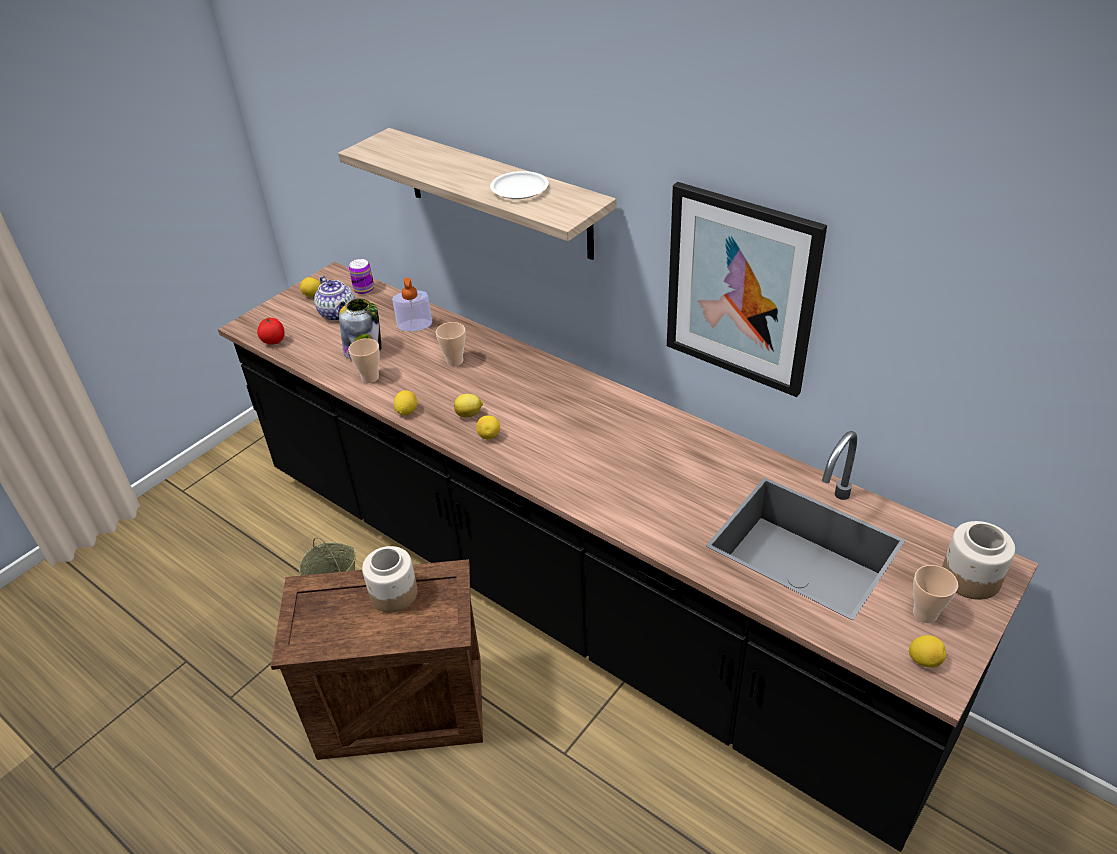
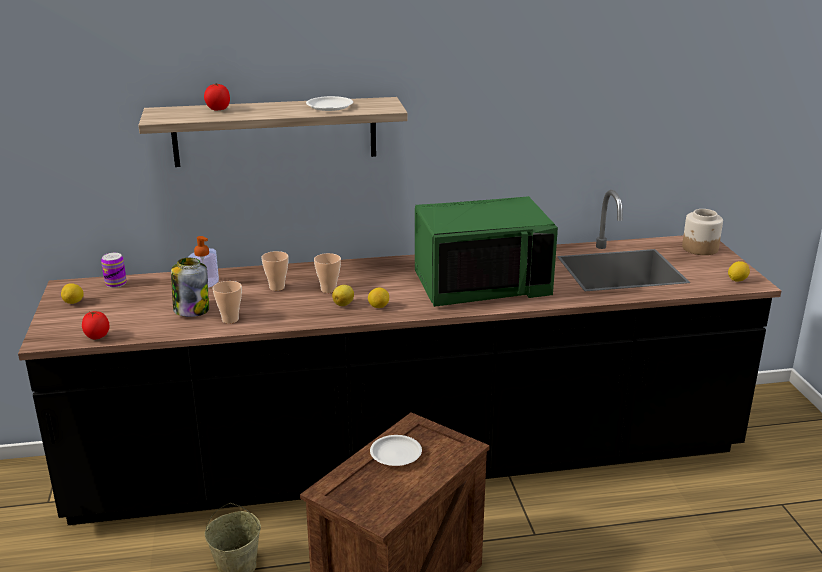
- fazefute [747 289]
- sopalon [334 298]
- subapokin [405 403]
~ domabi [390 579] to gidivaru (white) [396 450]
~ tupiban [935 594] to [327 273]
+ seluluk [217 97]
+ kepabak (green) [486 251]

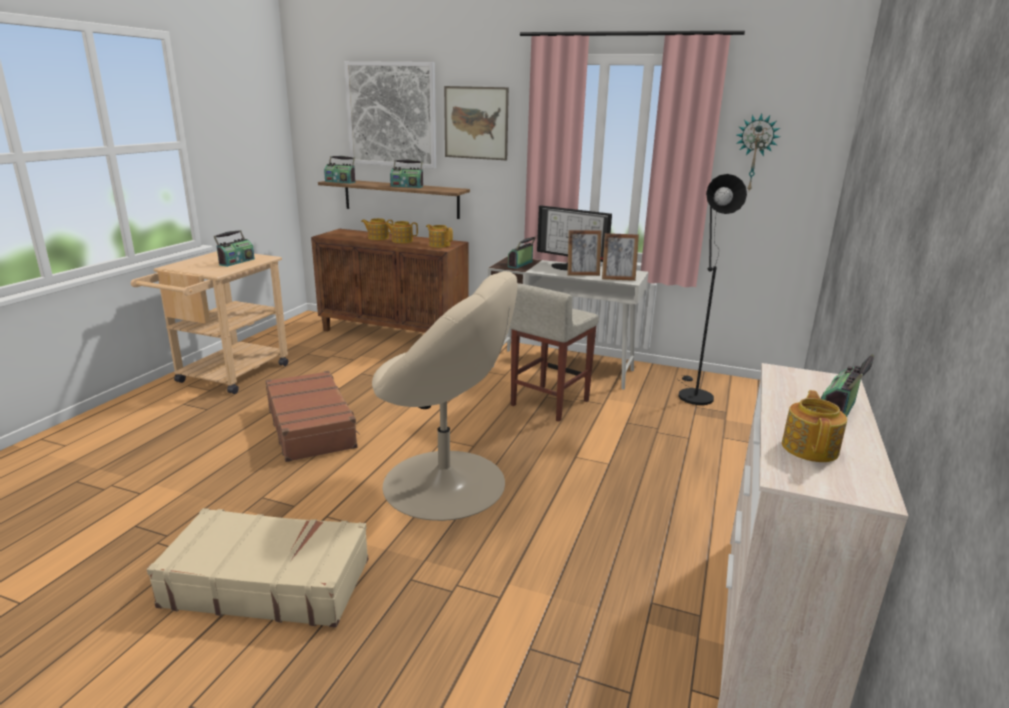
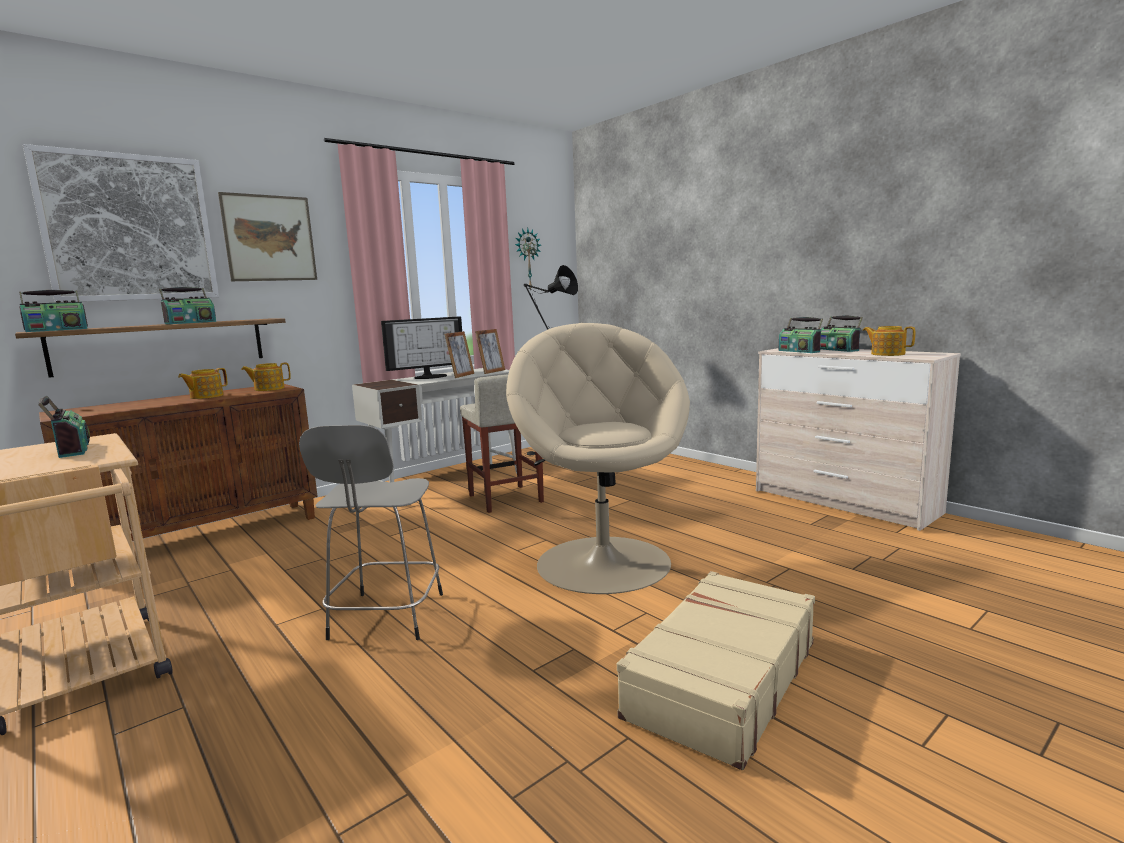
- sopalon [377 229]
~ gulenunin [522 253] to [801 335]
~ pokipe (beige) [444 396] = [598 458] 60 degrees counterclockwise
~ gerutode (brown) [313 416] to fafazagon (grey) [371 532]

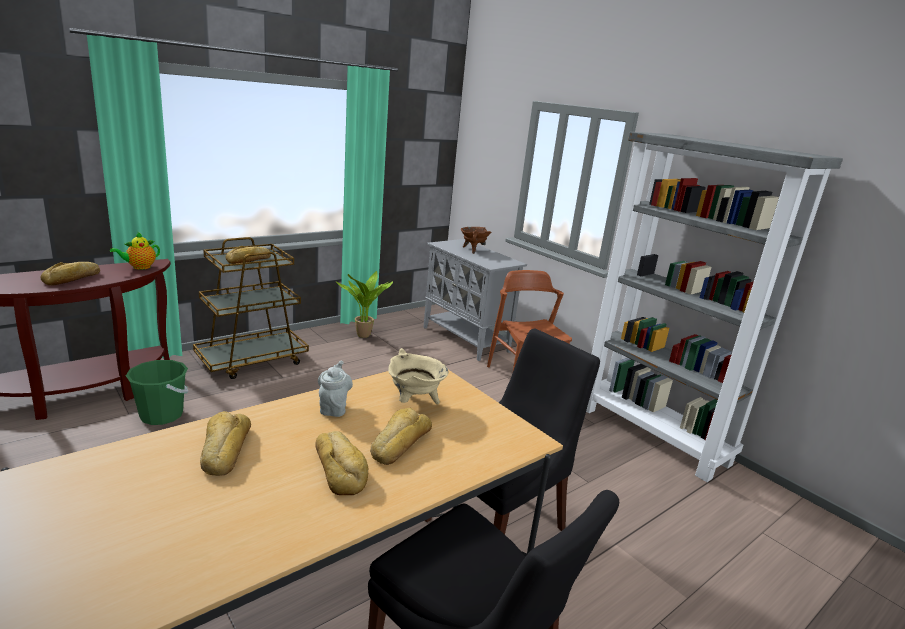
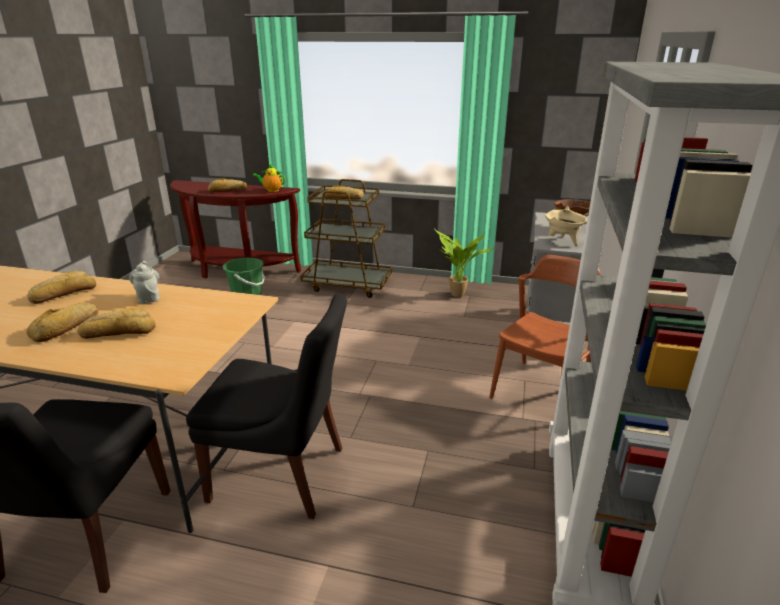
~ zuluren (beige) [418 376] to [566 226]
~ sopalon (grey) [335 389] = [144 282] 75 degrees counterclockwise

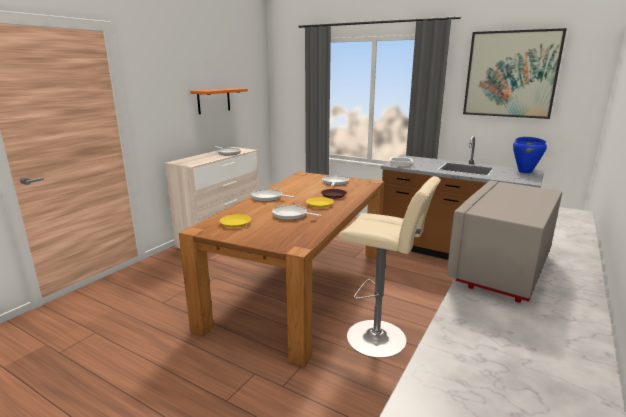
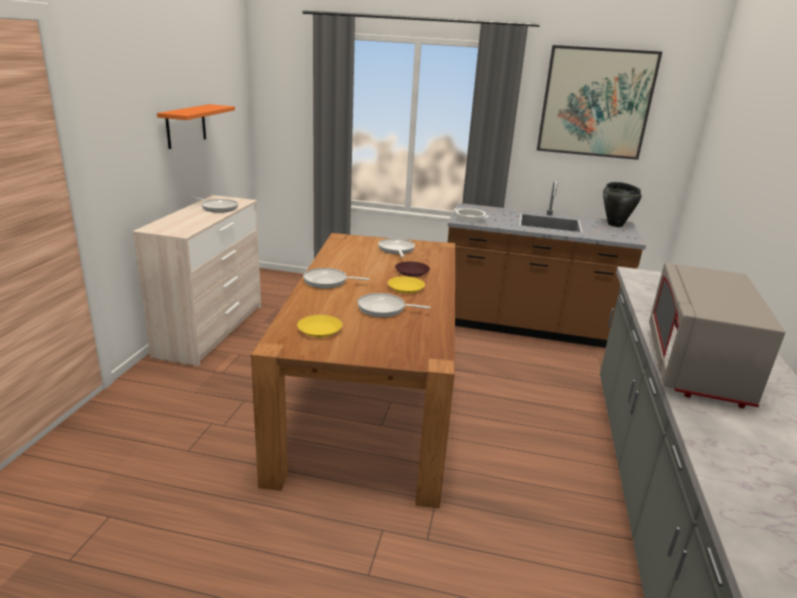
~ zuluren (blue) [530 155] to zuluren (black) [622 204]
- fafazagon (beige) [389 267]

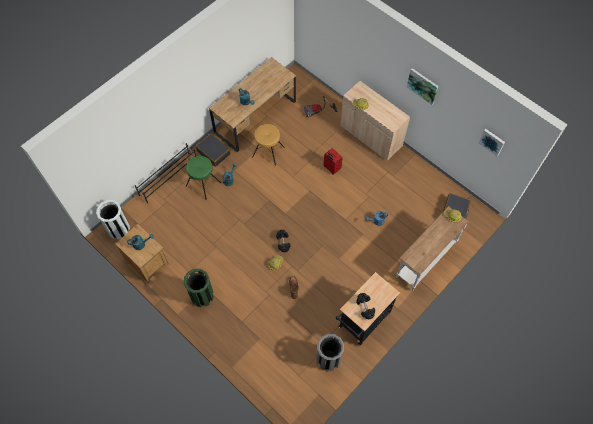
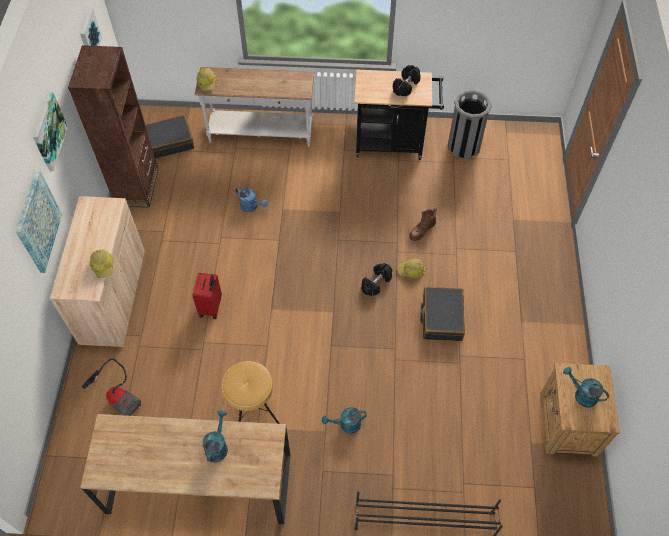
~ gerutode (black) [213 150] to [442 314]
- fafazagon (green) [203 177]
- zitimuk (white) [113 220]
- zitimuk (green) [199 288]
+ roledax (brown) [113 126]
+ fazefute [39 221]

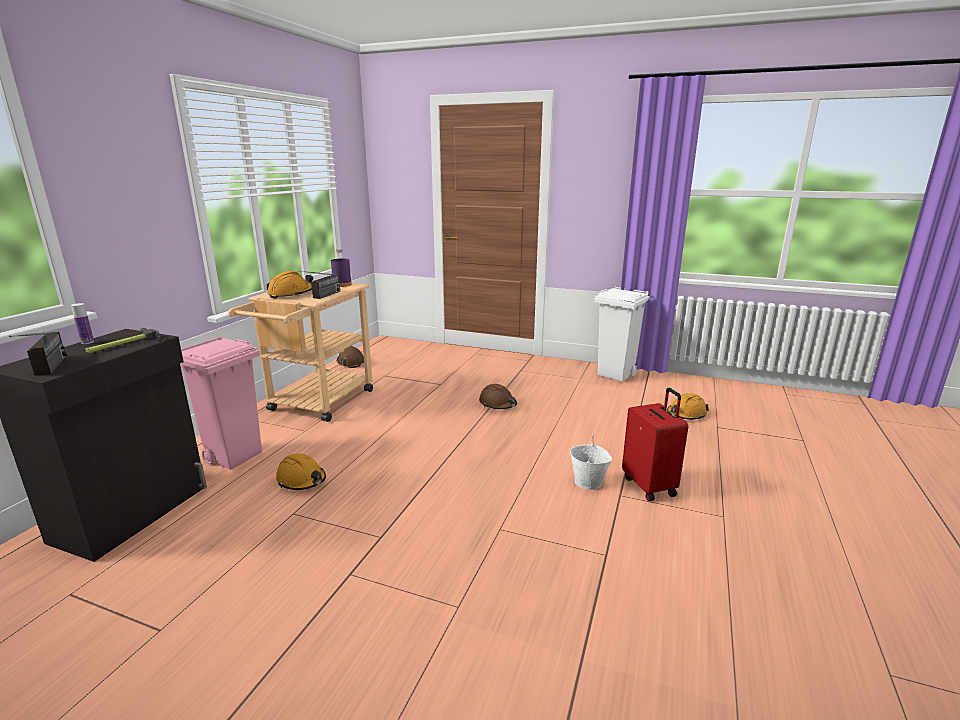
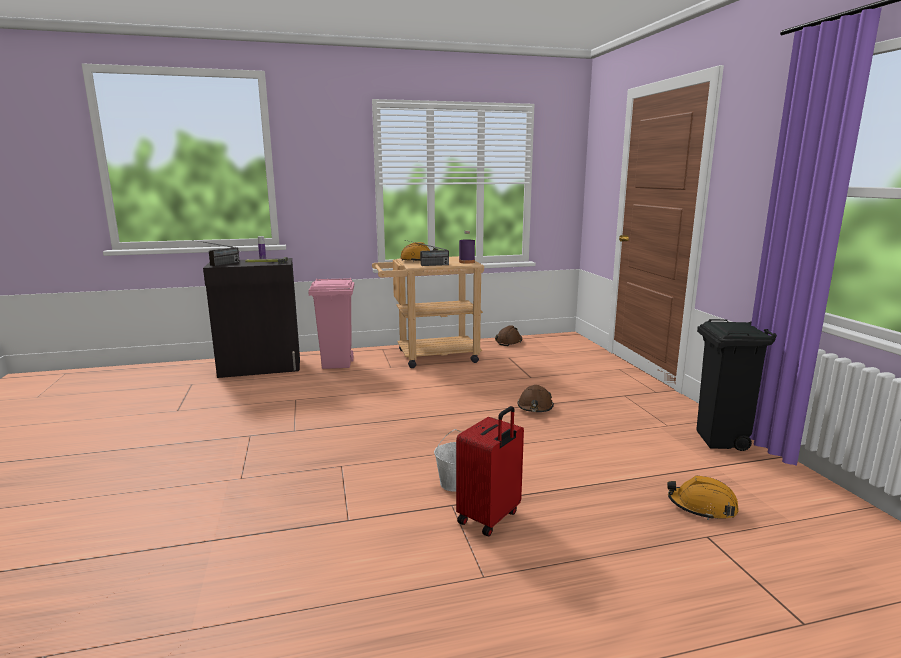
~ zitimuk (white) [622 334] to zitimuk (black) [736 385]
- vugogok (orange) [301 472]

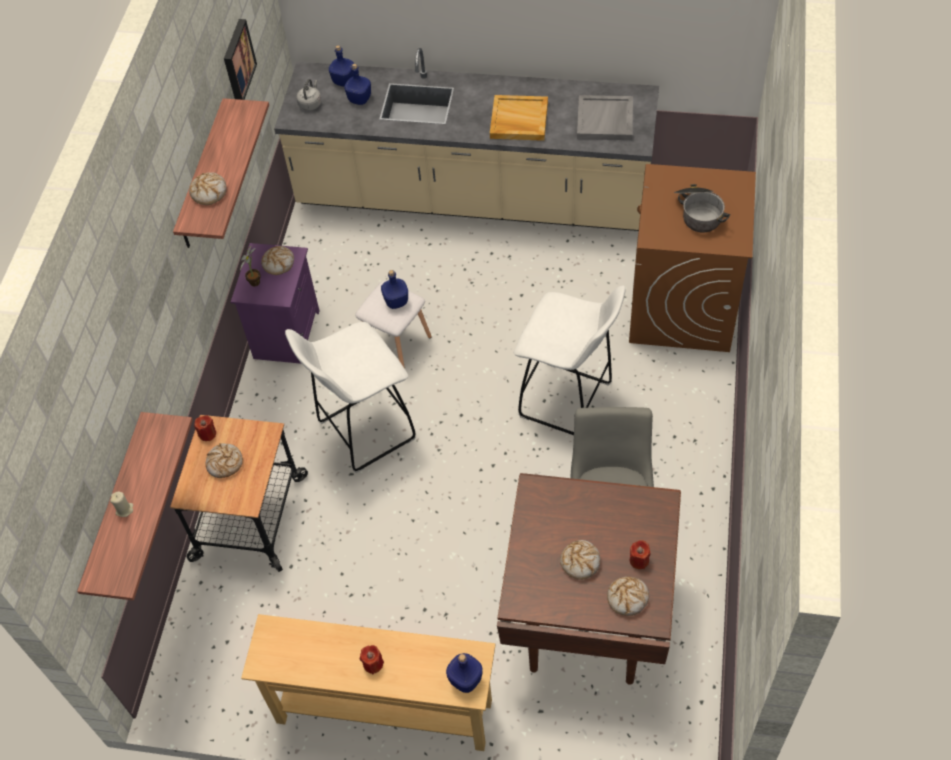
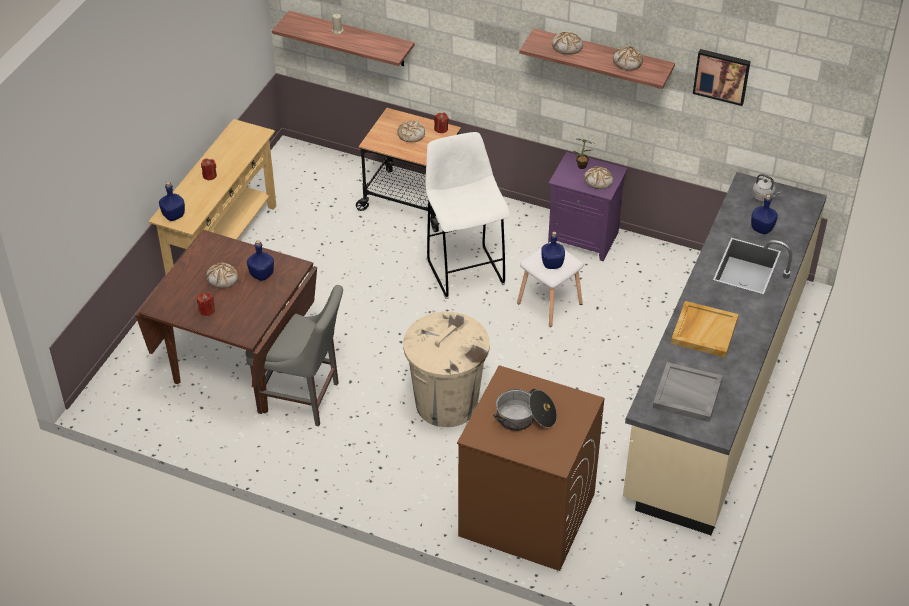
~ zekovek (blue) [341 66] to [260 260]
~ fafazagon (white) [570 360] to zitimuk (beige) [446 369]
~ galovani [628 596] to [628 58]

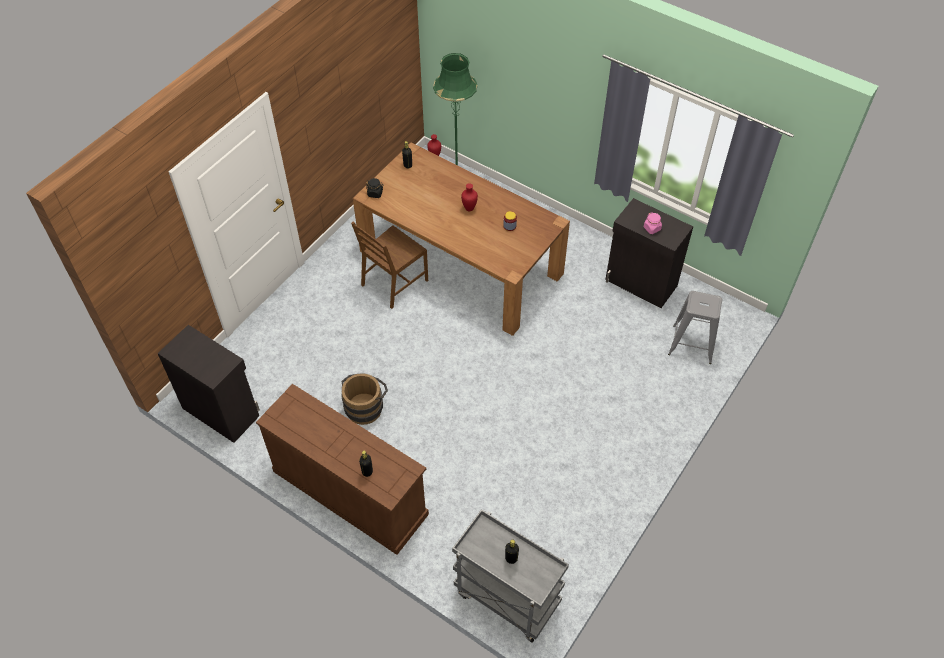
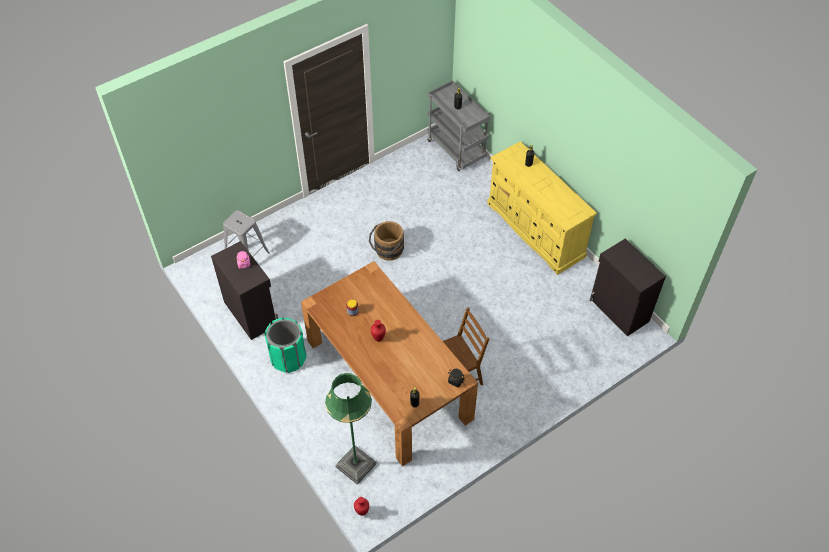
~ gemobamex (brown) [365 399] to [386 241]
~ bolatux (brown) [342 469] to bolatux (yellow) [542 208]
+ zitimuk (green) [285 345]

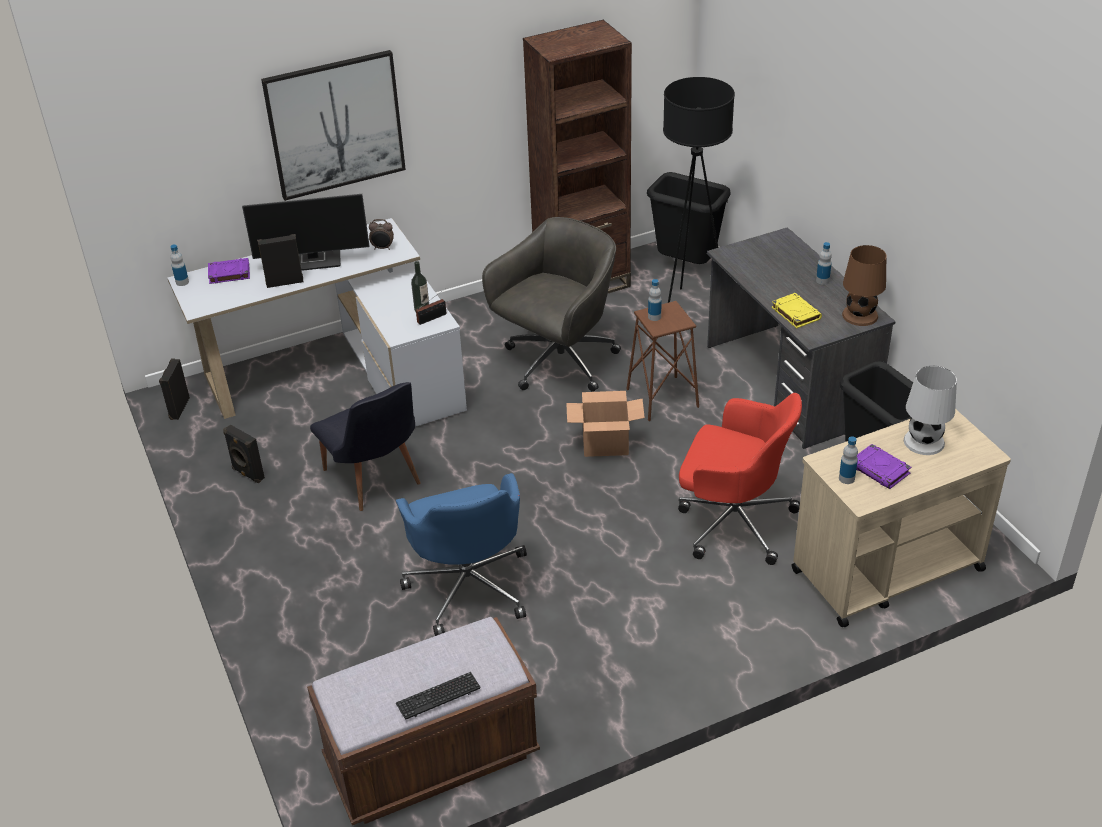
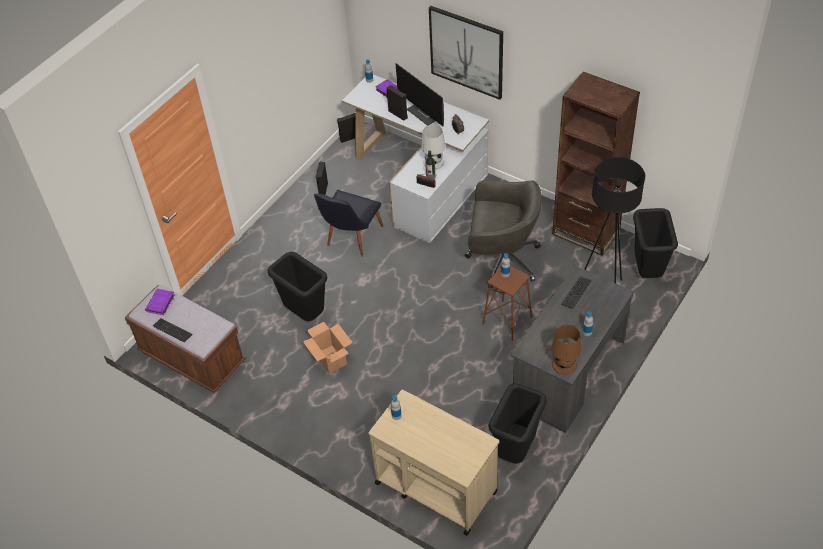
- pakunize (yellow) [797 310]
~ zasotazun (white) [930 410] to [433 147]
~ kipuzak [605 424] to [328 348]
- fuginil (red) [740 479]
~ pakunize (purple) [884 466] to [160 302]
~ fuginil (blue) [461 554] to zitimuk (black) [297 286]
+ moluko [576 292]

